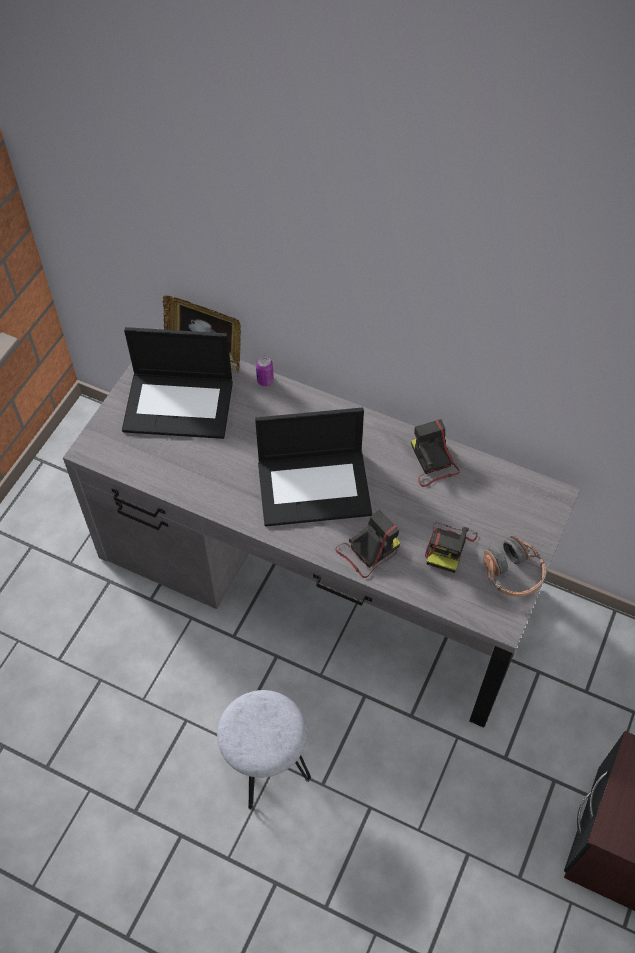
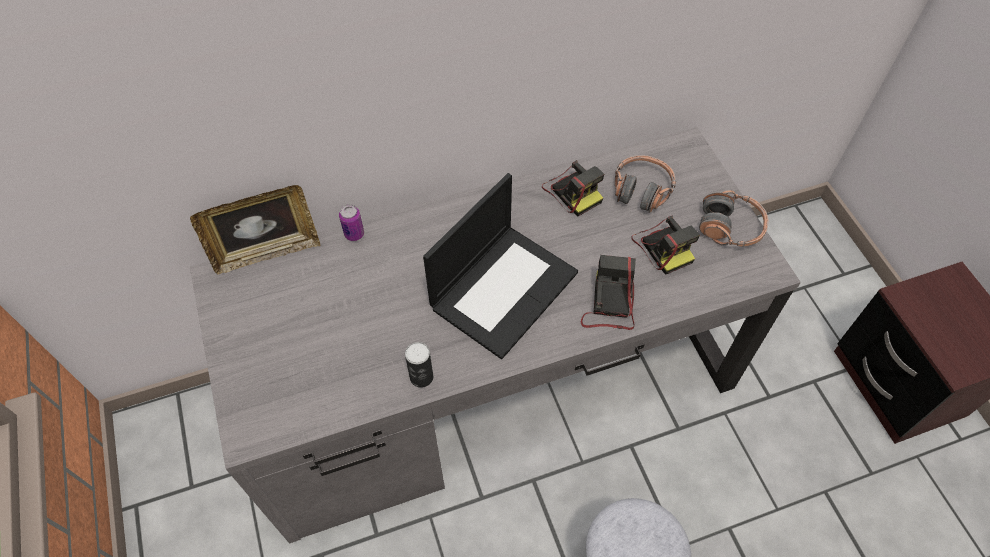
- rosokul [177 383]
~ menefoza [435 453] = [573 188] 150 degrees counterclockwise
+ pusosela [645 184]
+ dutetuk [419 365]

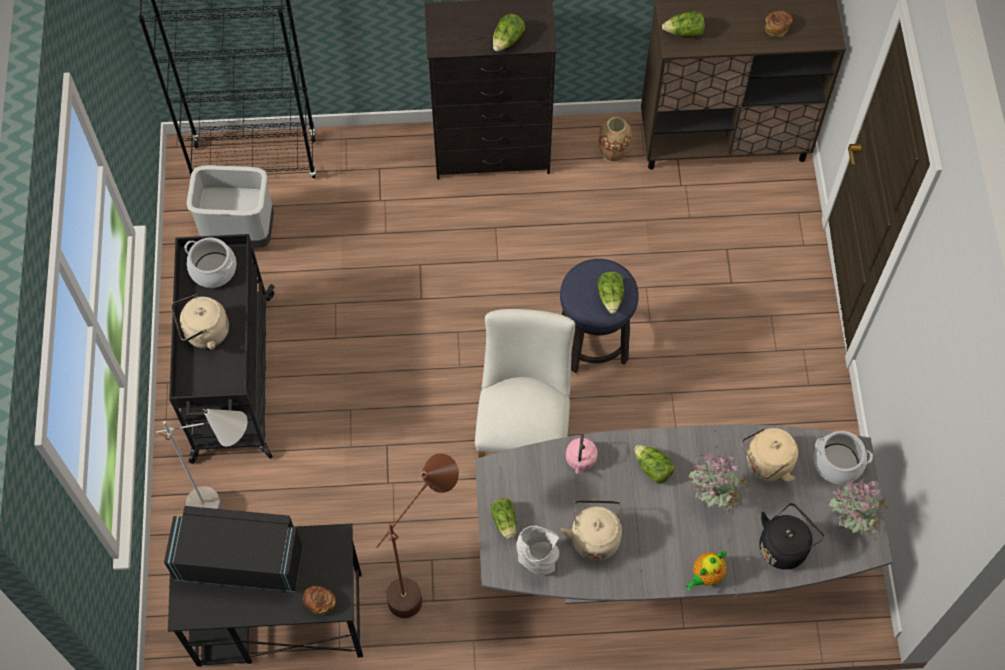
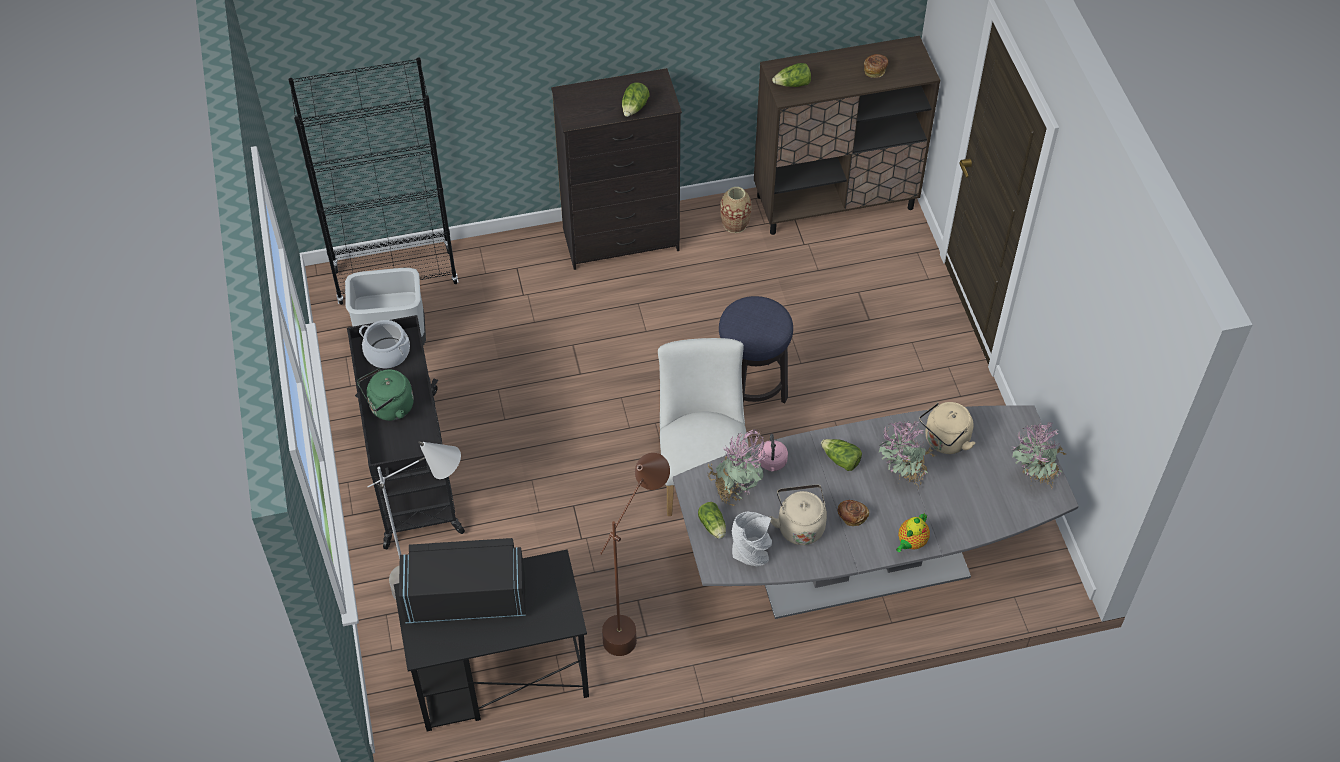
- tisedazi [610 293]
~ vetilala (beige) [200 322] to vetilala (green) [385 394]
- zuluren [843 457]
- vetilala (black) [791 536]
~ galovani [319 600] to [853 513]
+ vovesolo [737 467]

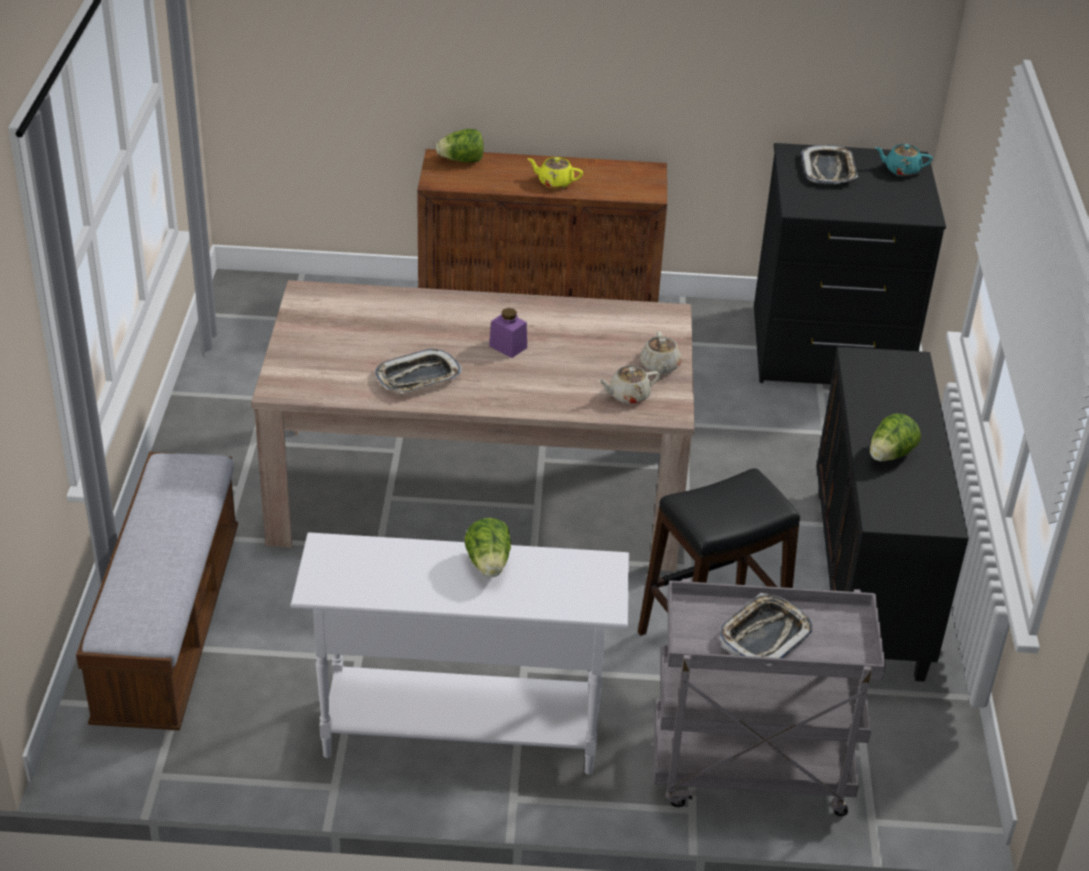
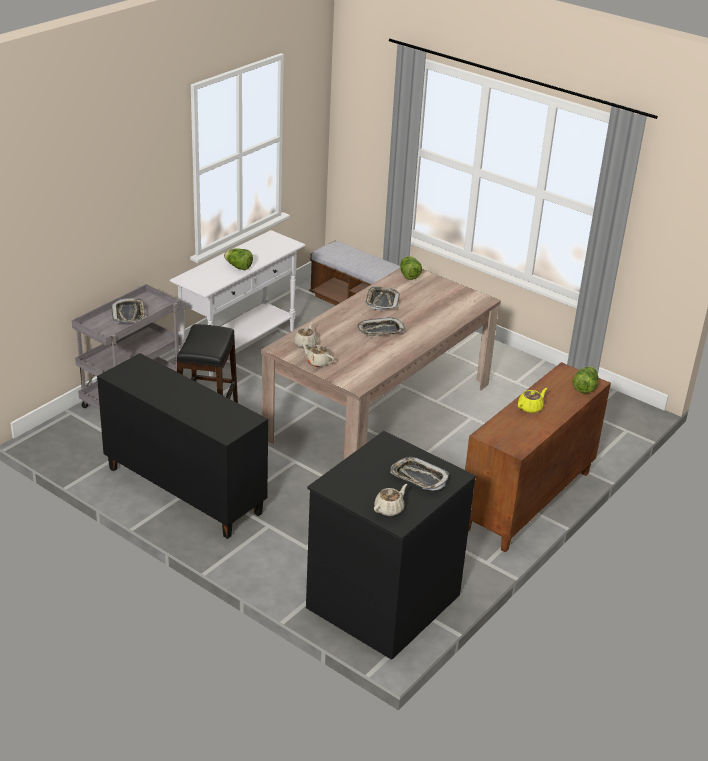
~ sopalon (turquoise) [904 160] to sopalon (beige) [390 500]
~ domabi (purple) [508 333] to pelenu [381 326]
~ tisedazi [895 437] to [411 268]

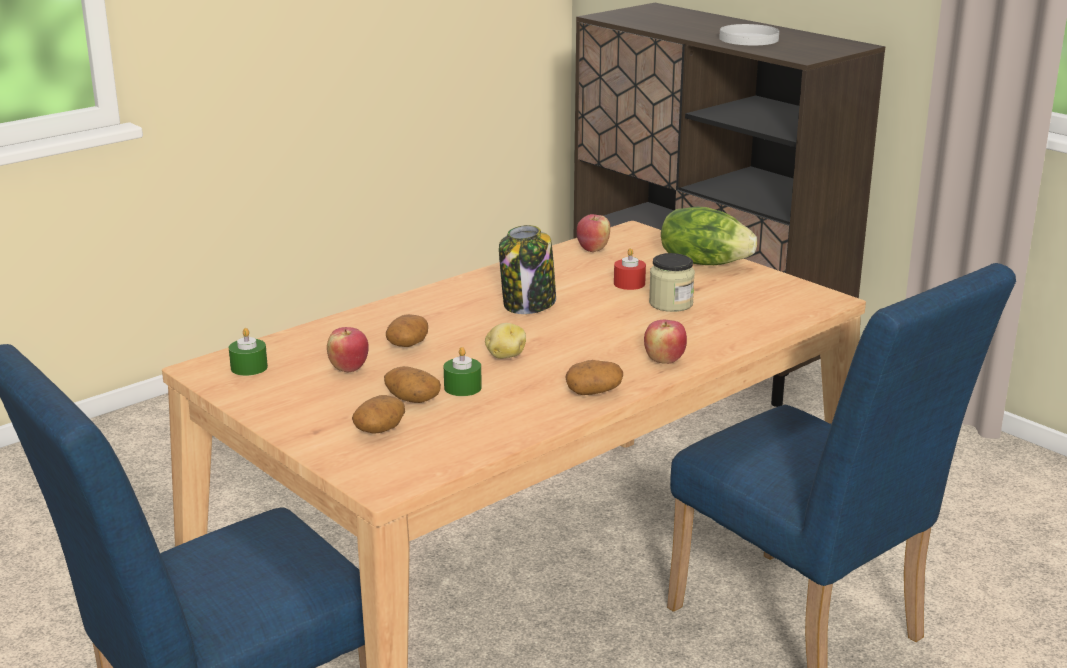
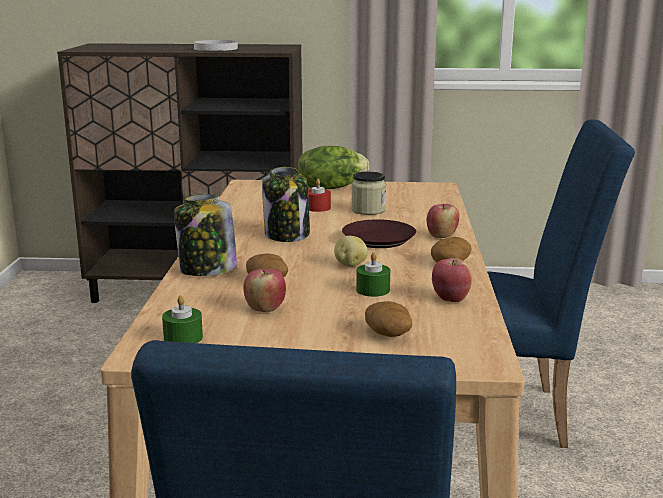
~ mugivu [593 233] to [452 280]
- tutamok [412 384]
+ domabi [205 235]
+ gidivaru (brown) [379 233]

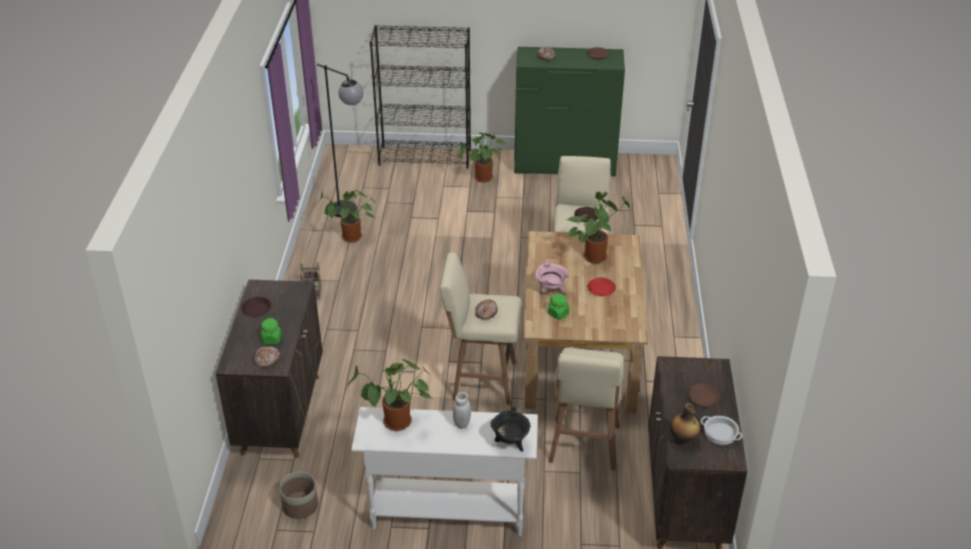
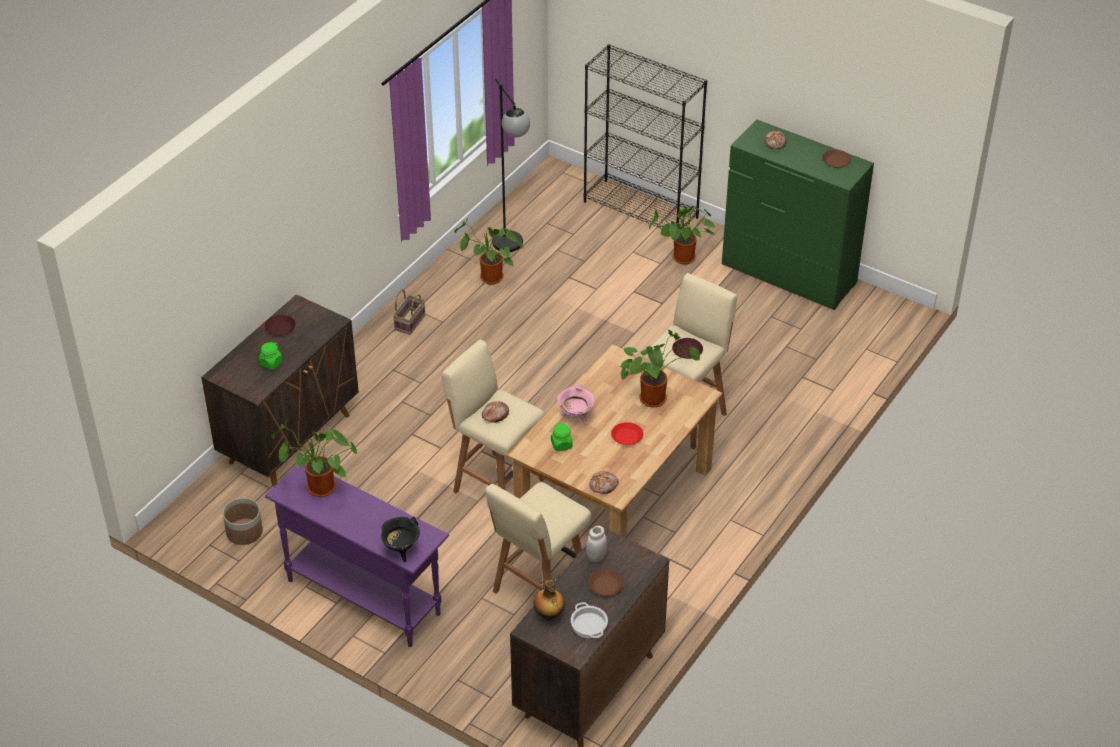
~ galovani [267 356] to [604 482]
~ domabi (white) [462 410] to [596 544]
~ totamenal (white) [444 471] to totamenal (purple) [357 556]

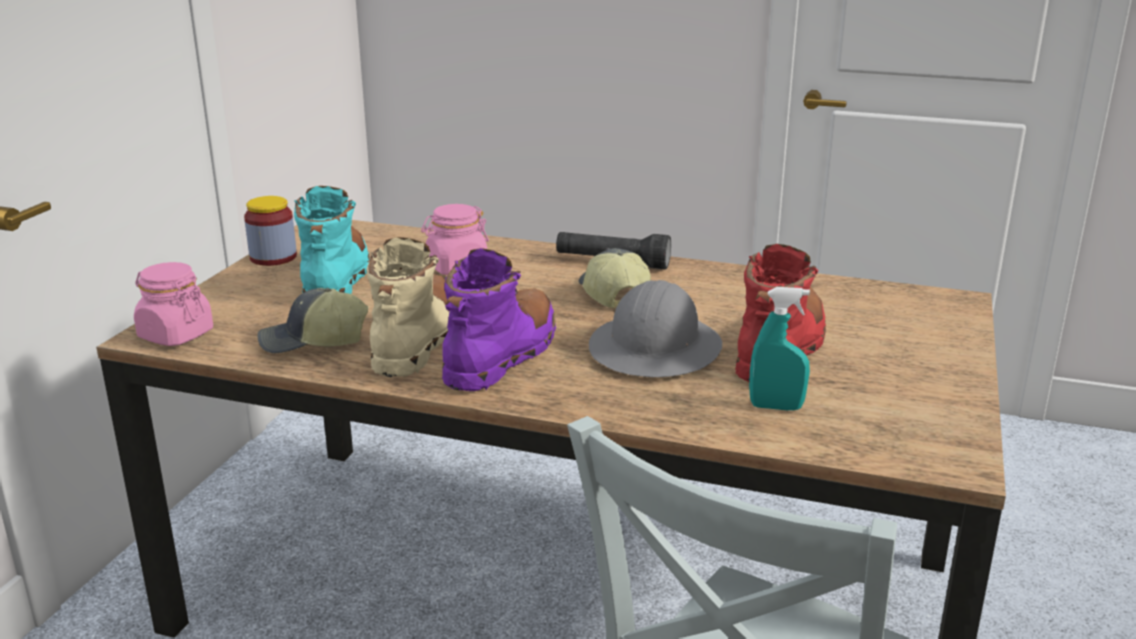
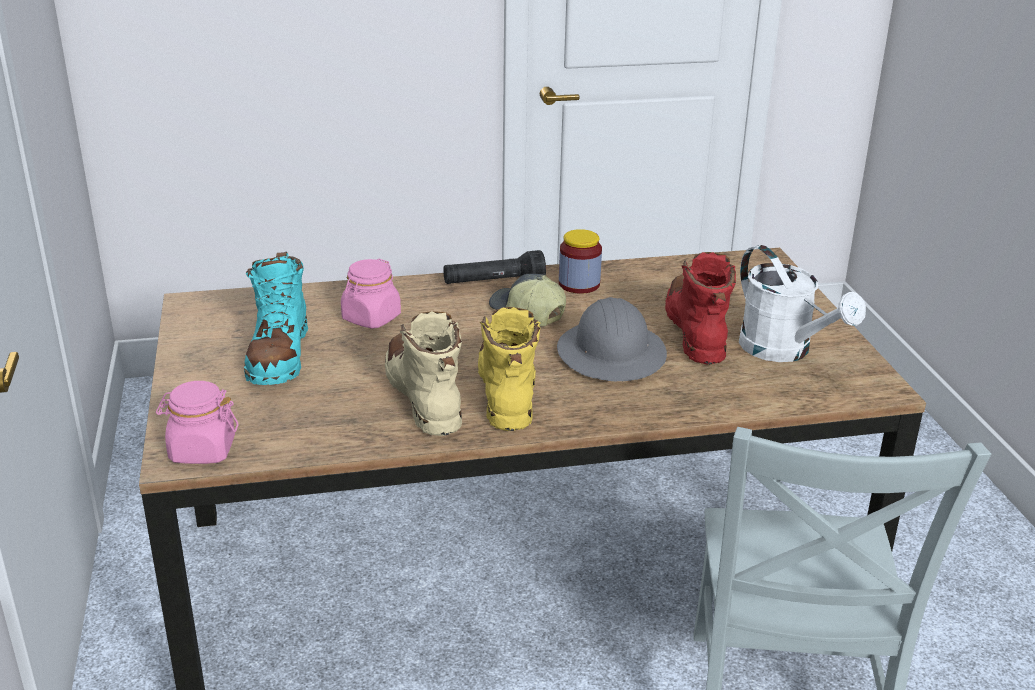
~ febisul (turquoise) [332 240] = [276 318] 150 degrees counterclockwise
~ domabi [270 231] to [580 261]
~ febisul (purple) [499 319] to febisul (yellow) [509 369]
- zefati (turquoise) [779 349]
- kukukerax [313 321]
+ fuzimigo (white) [802 303]

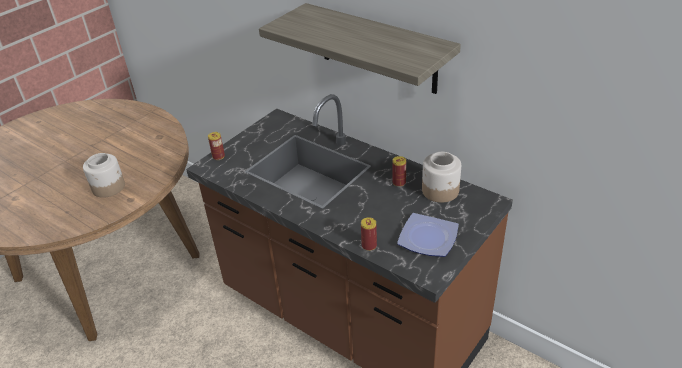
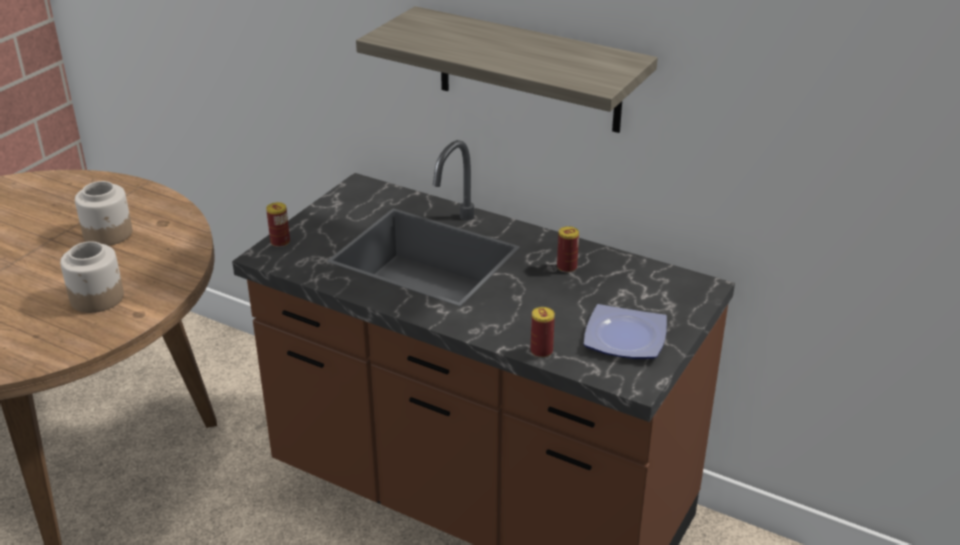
~ domabi [441 177] to [103 213]

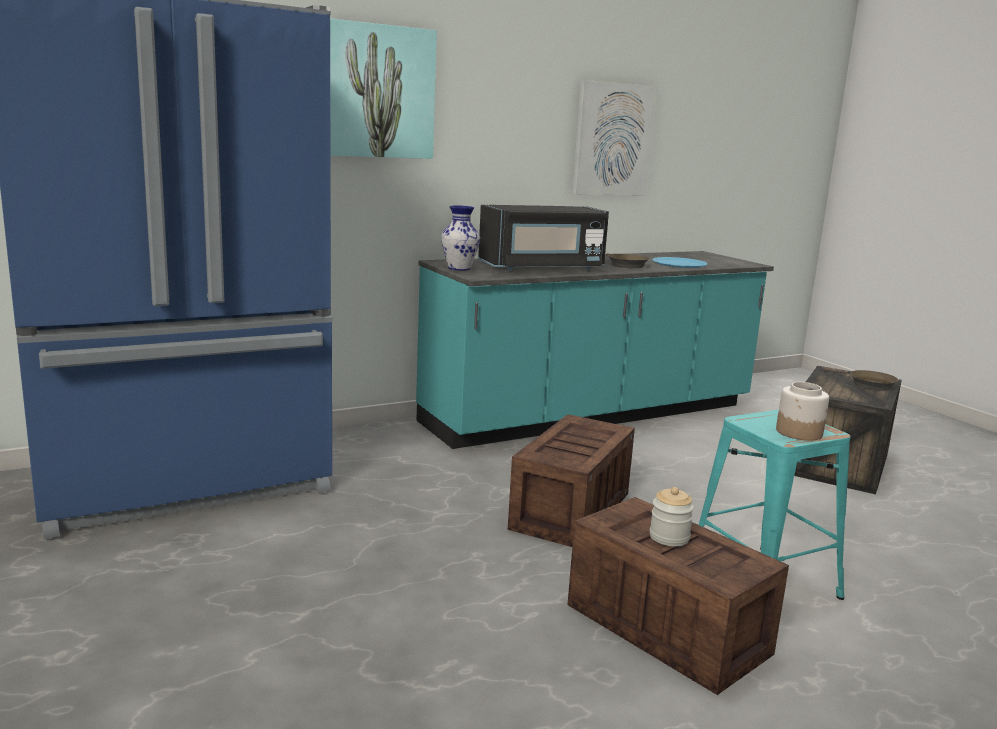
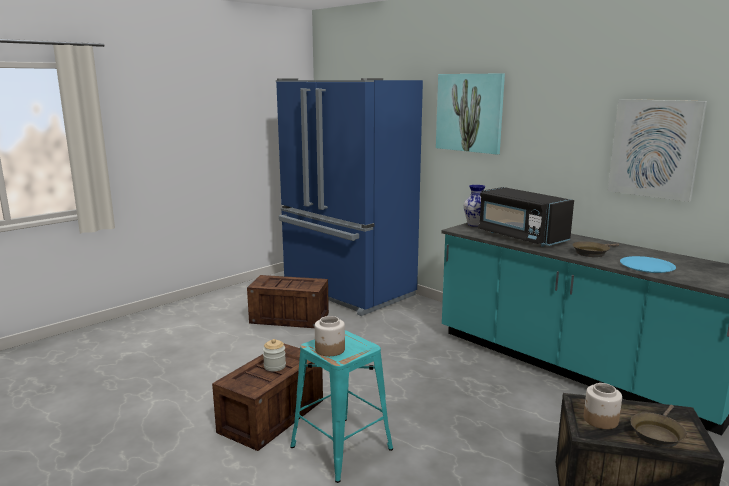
~ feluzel [571 480] to [288 301]
+ domabi [603 406]

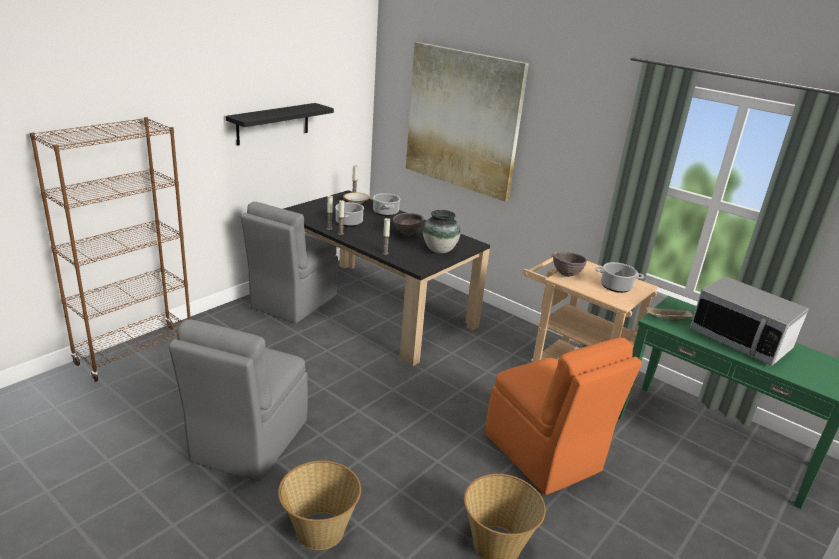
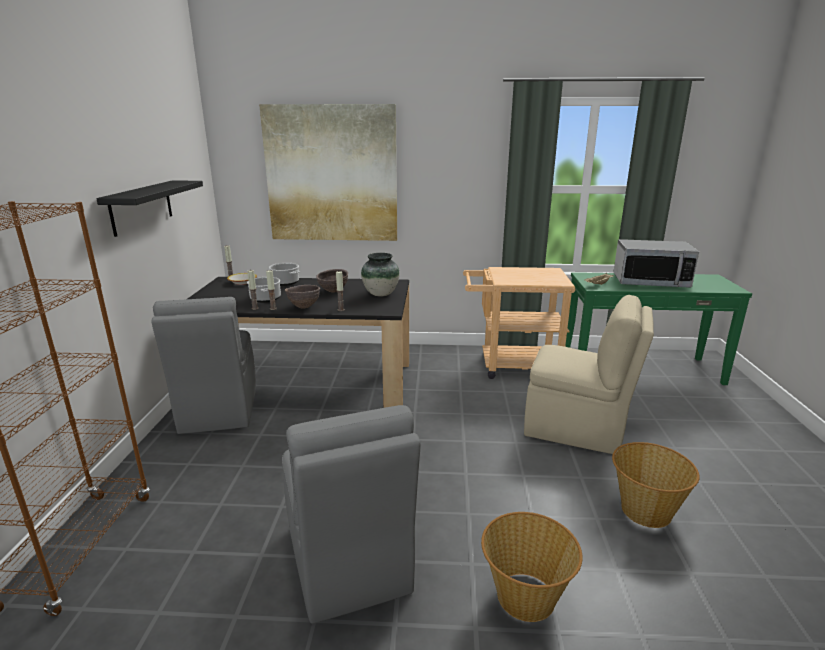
~ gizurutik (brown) [570 264] to [302 297]
- zuluren [619 277]
~ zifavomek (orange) [564 416] to zifavomek (beige) [589 374]

